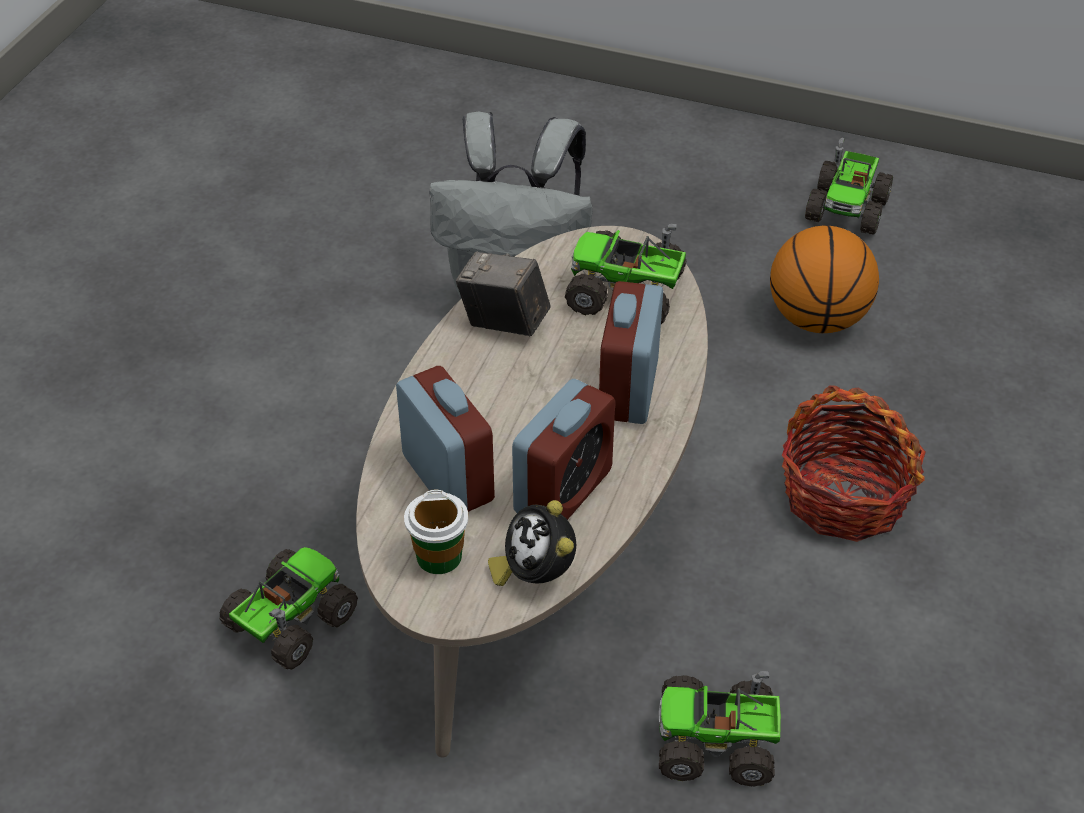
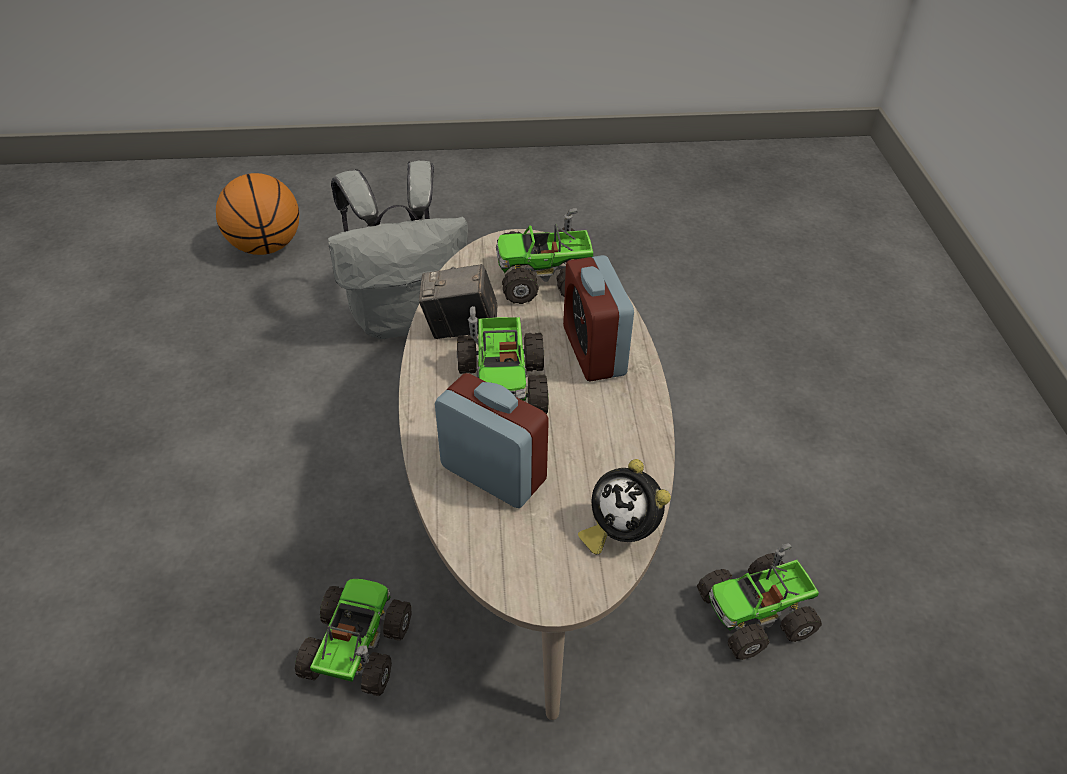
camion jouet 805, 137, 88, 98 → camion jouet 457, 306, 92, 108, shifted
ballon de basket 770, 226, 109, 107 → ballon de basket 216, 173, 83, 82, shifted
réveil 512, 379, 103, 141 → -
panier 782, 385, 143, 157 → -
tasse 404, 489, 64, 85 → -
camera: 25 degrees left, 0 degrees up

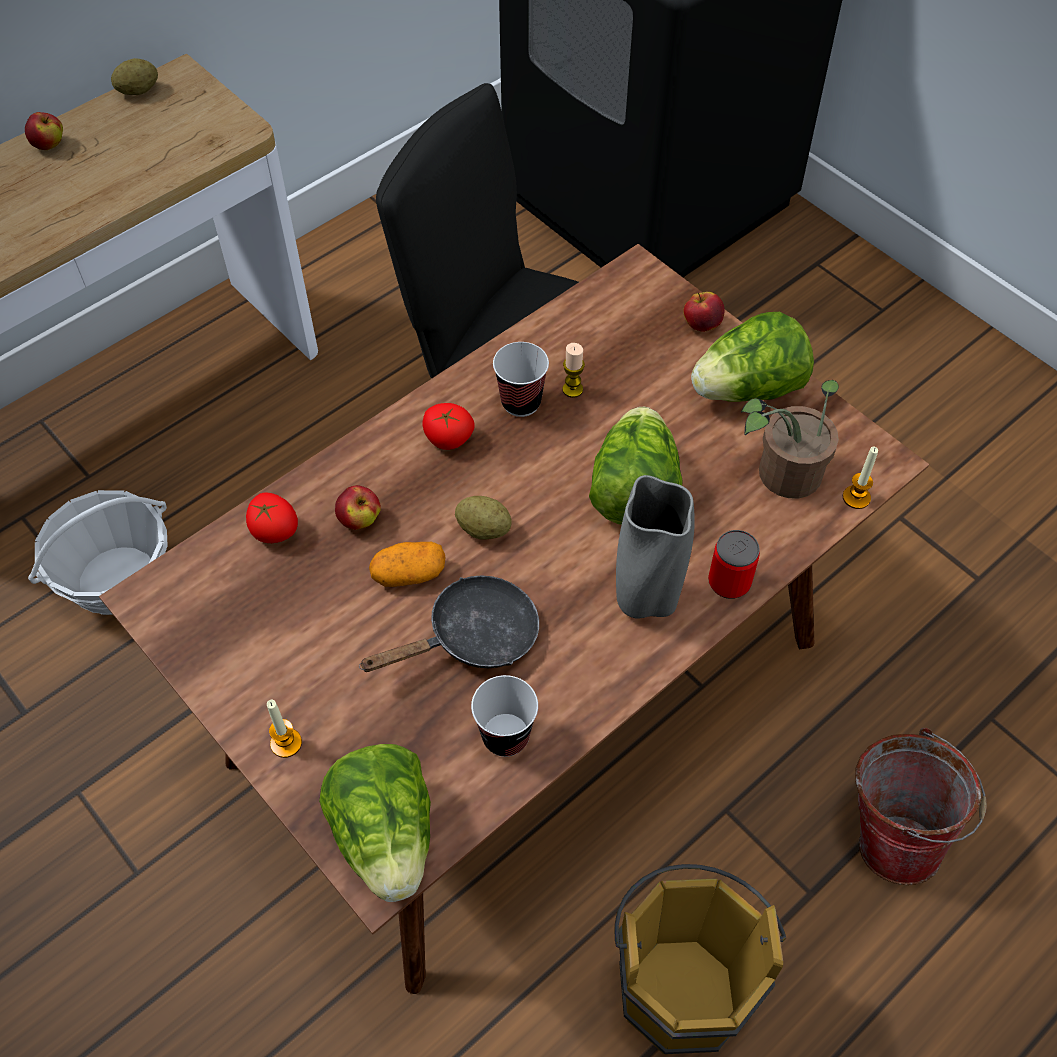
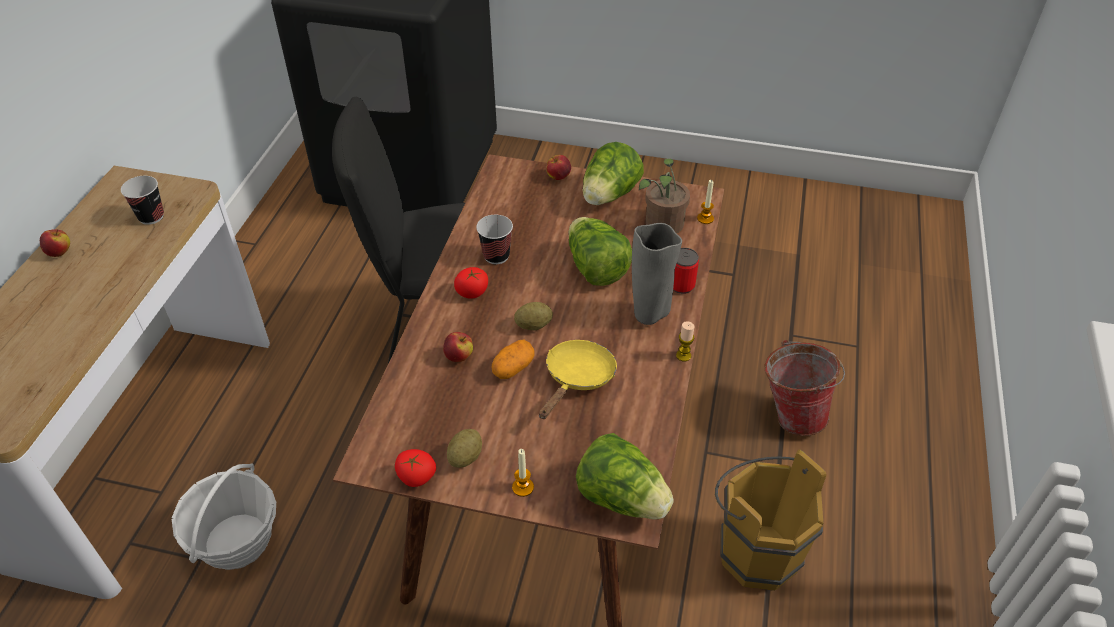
pomme de terre 111, 58, 47, 37 → pomme de terre 447, 429, 35, 39, shifted
bougie 562, 343, 23, 55 → bougie 676, 321, 18, 41, shifted
tomate 246, 493, 52, 50 → tomate 395, 449, 41, 38, shifted
poêle (noir) 359, 575, 180, 97 → poêle (jaune) 539, 340, 78, 79
tasse 471, 675, 67, 82 → tasse 121, 176, 43, 49, shifted
camera: 35 degrees left, 10 degrees down

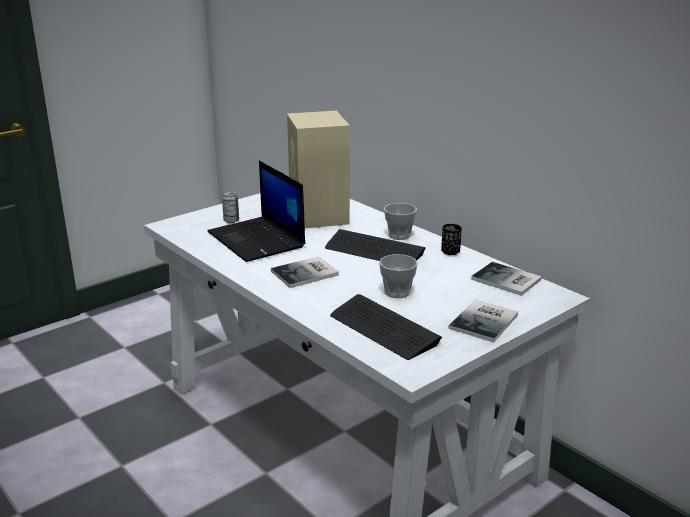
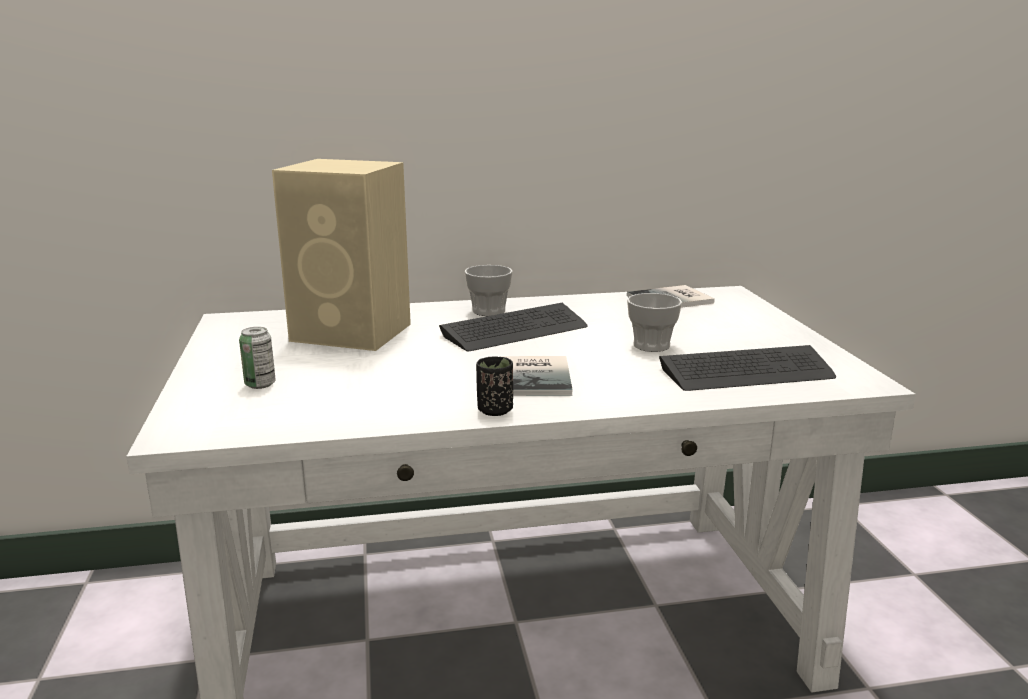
ordinateur portable 207, 161, 98, 101 → -
tasse (noir) 441, 224, 21, 31 → tasse (noir) 476, 357, 37, 59, shifted
livre 449, 300, 69, 42 → -
camera: 60 degrees left, 5 degrees down

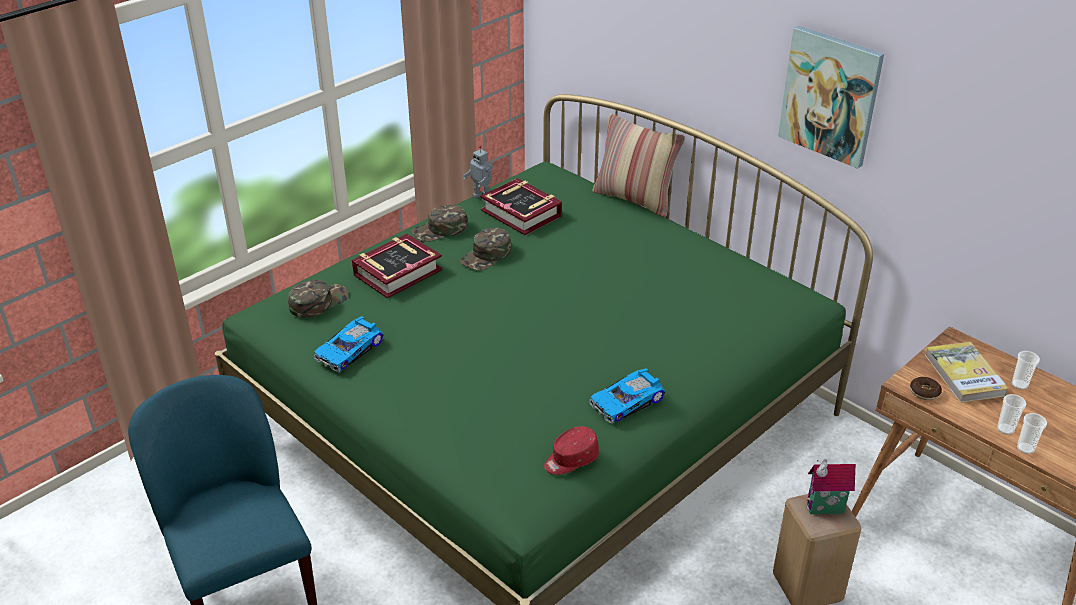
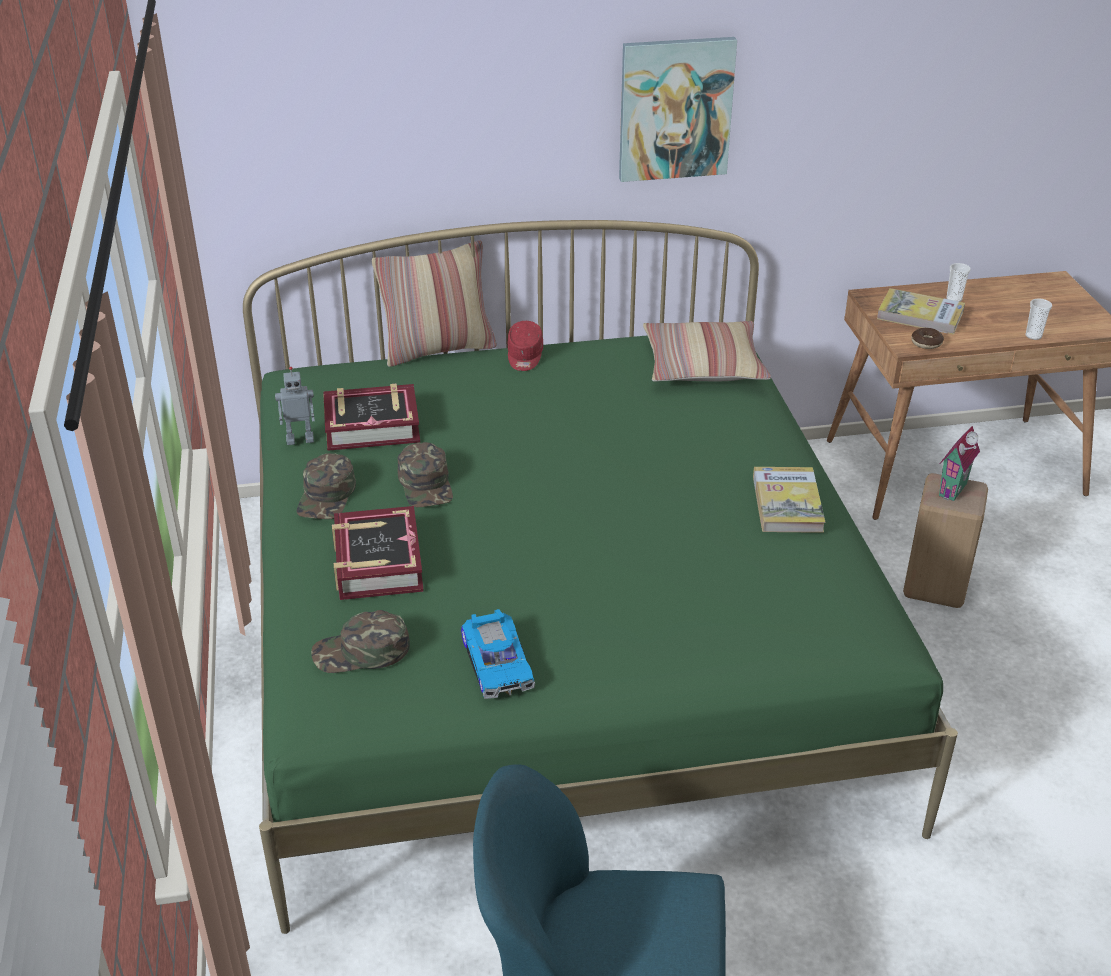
casquette (vert) 288, 280, 60, 37 → casquette (vert) 311, 610, 99, 63, 90 degrees counterclockwise
petite voiture 589, 368, 76, 56 → livre 753, 467, 72, 66
tasse 997, 394, 29, 41 → -
casquette (rouge) 544, 426, 55, 49 → casquette (rouge) 508, 321, 35, 50, shifted
- → coussin 643, 321, 128, 61
camera: 55 degrees left, 0 degrees up

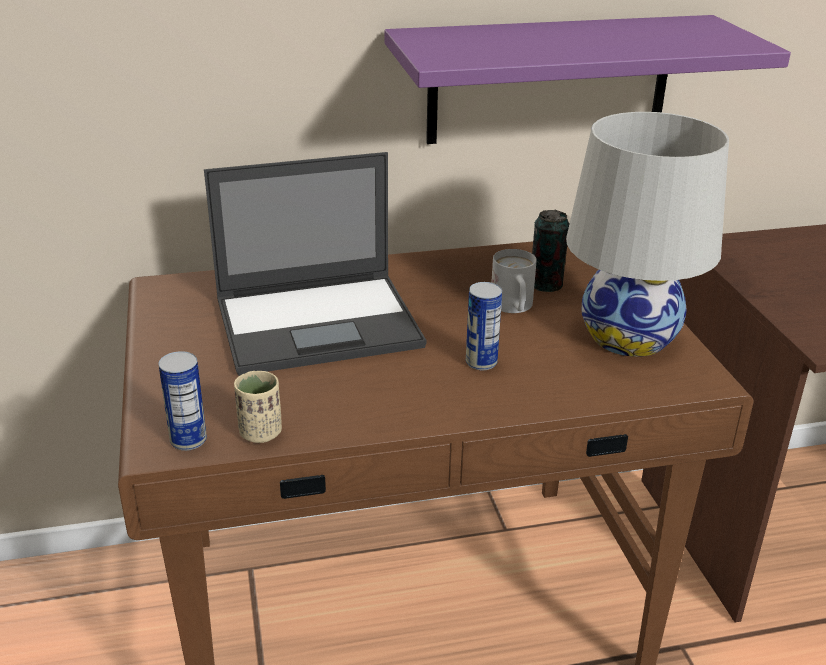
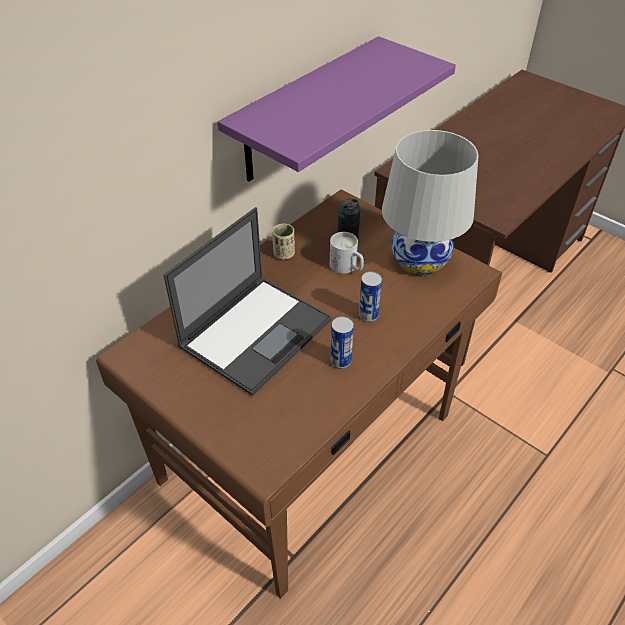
boîte métallique 158, 351, 49, 100 → boîte métallique 331, 317, 23, 52, shifted
tasse (beige) 234, 371, 48, 72 → tasse (beige) 272, 224, 23, 36, shifted
camera: 35 degrees left, 15 degrees up

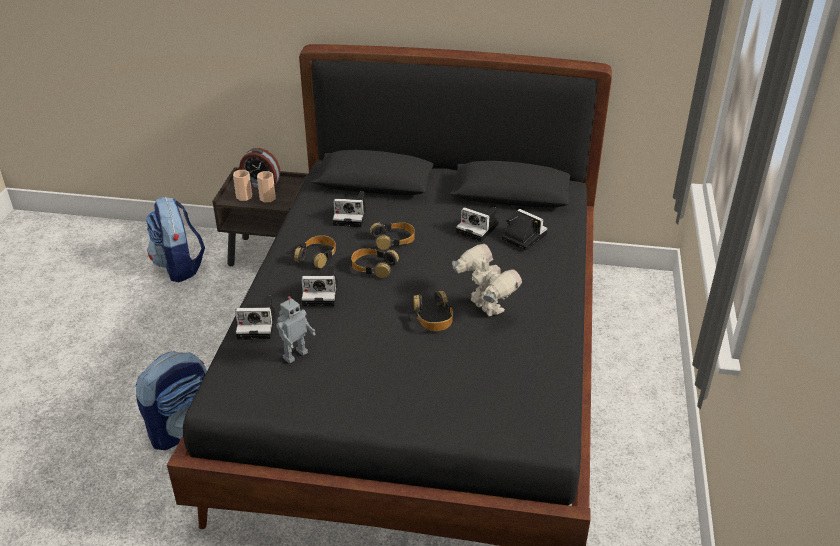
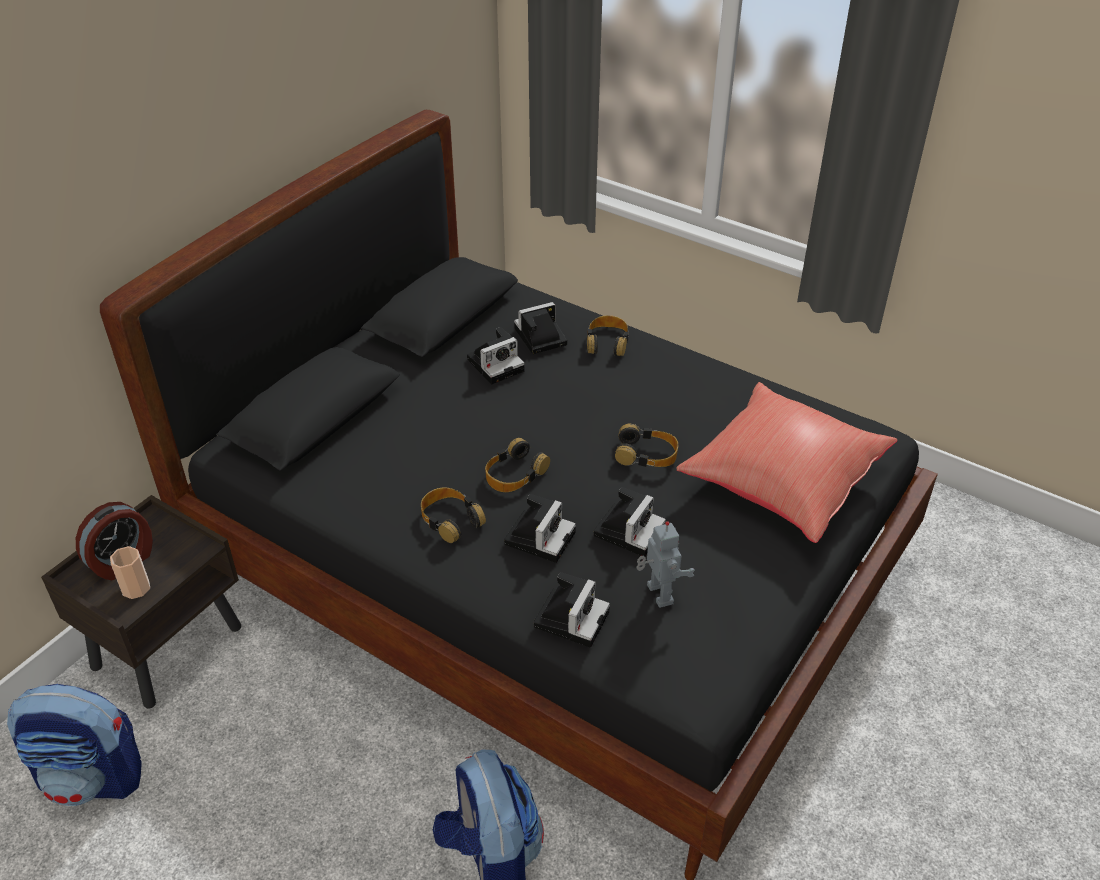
tasse 257, 171, 19, 31 → -
appareil photo 333, 192, 34, 35 → appareil photo 594, 487, 72, 69, shifted
casque audio 370, 223, 45, 27 → casque audio 587, 315, 42, 41, shifted
robot jouet 452, 244, 70, 72 → -
- → coussin (rouge) 676, 382, 221, 161
camera: 65 degrees left, 5 degrees up

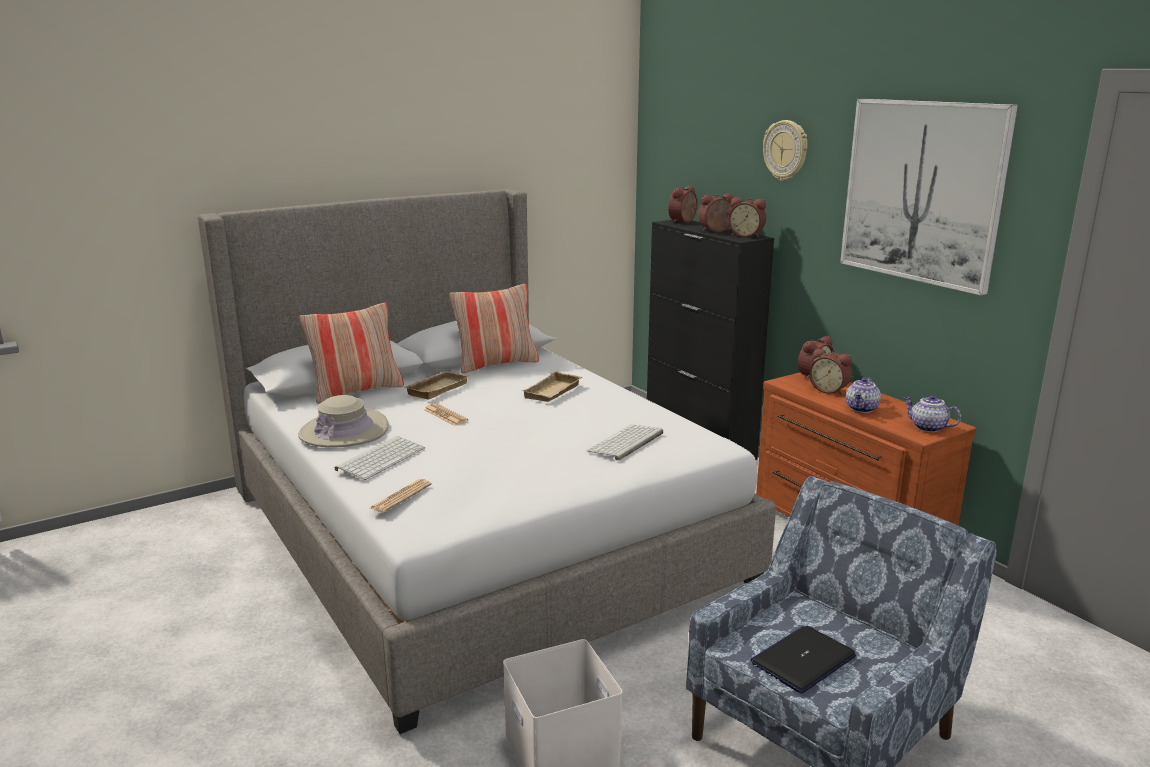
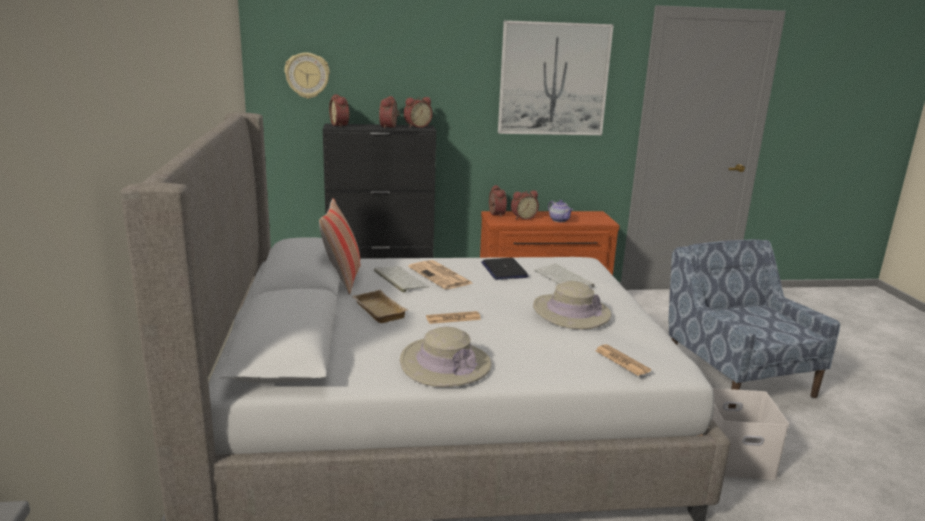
horloge murale 763, 120, 45, 61 → horloge murale 284, 52, 46, 47, shifted
coussin 299, 302, 105, 102 → -
plateau (beige) 522, 371, 60, 31 → journal 408, 260, 65, 29
théière 903, 395, 58, 37 → -
clavier 335, 436, 90, 44 → clavier 374, 266, 55, 26, shifted
ordinateur portable 751, 626, 105, 67 → ordinateur portable 481, 258, 47, 22, shifted
- → chapeau (beige) 533, 281, 79, 49
camera: 65 degrees left, 0 degrees up

